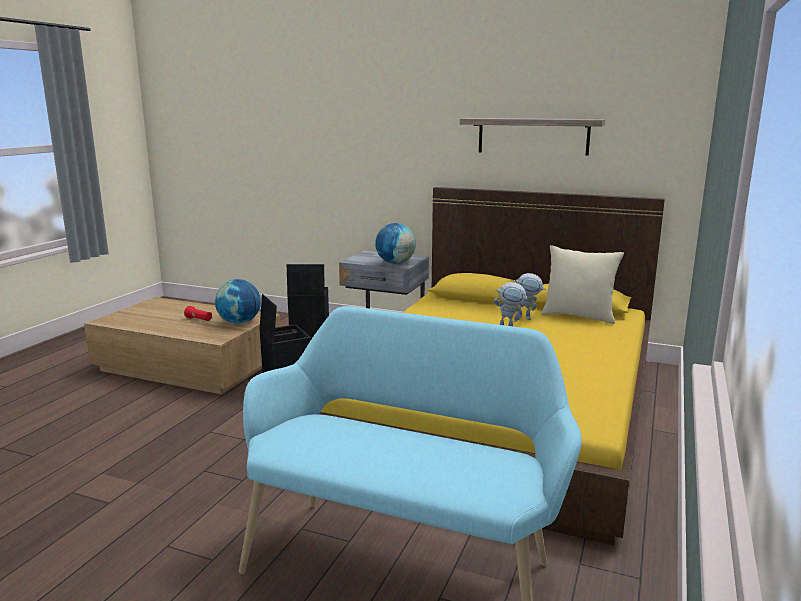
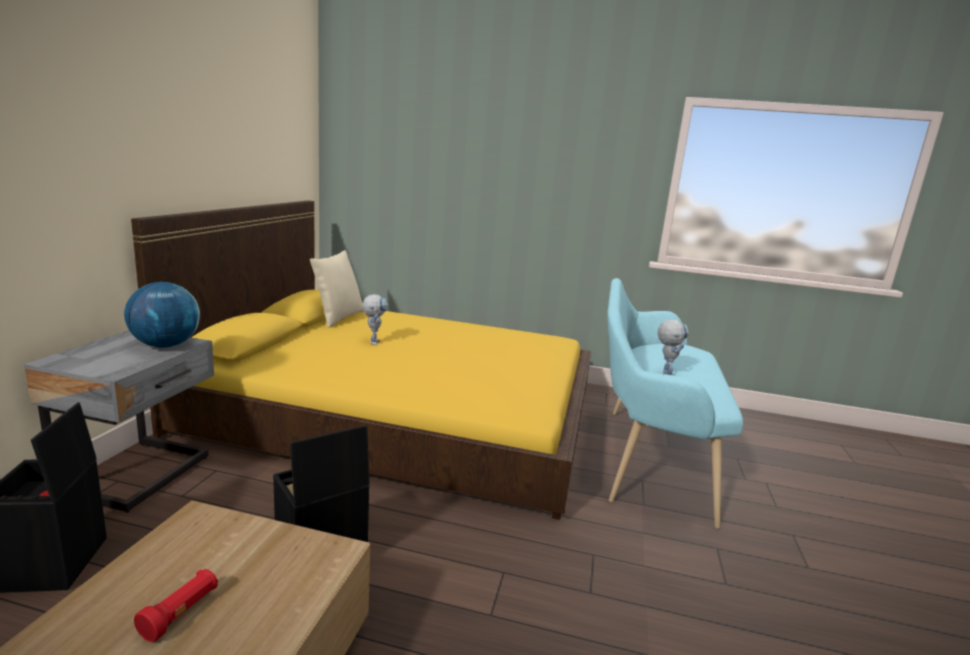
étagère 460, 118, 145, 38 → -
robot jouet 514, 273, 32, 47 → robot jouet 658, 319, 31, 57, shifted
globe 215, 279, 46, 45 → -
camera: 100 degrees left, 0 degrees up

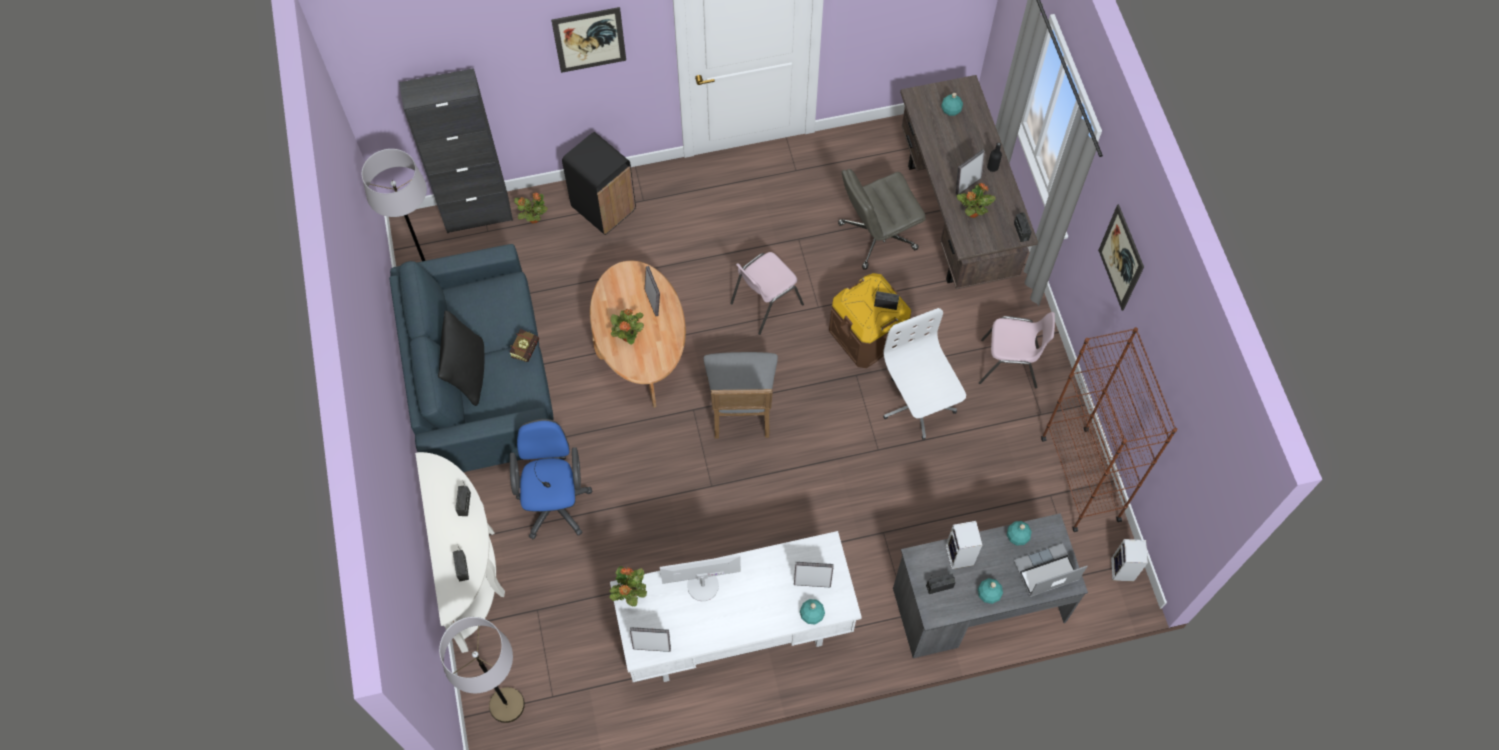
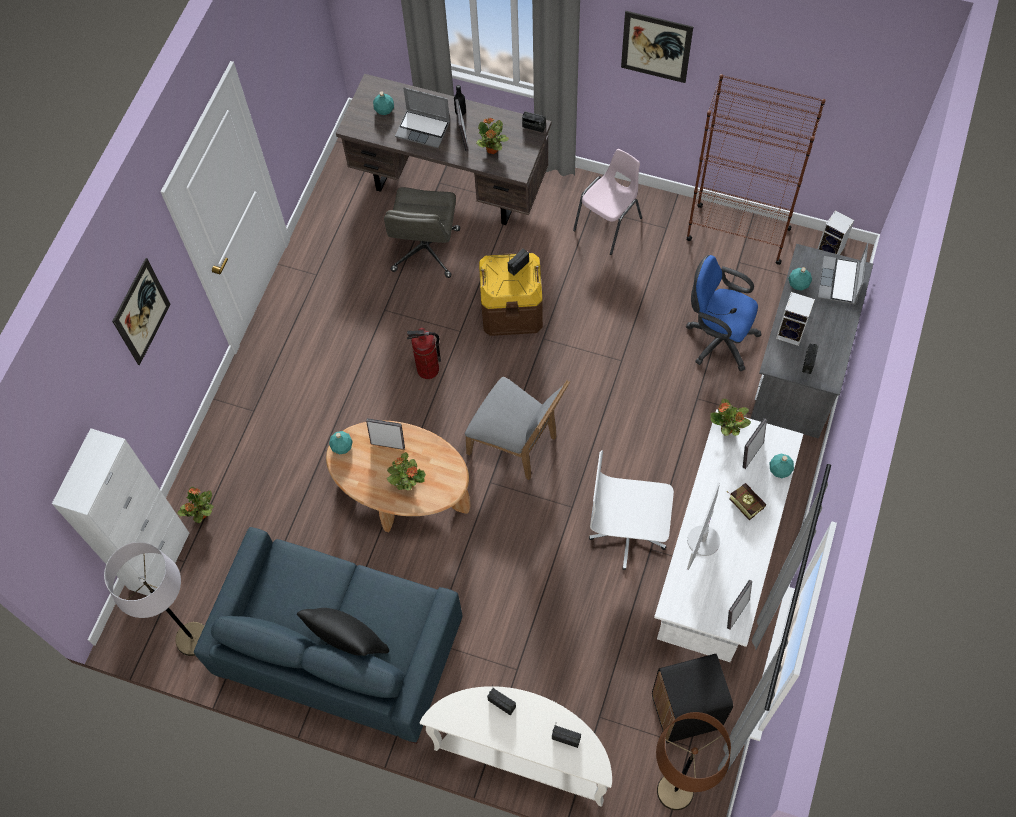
meuble de rangement (noir) 399, 68, 114, 165 → meuble de rangement (blanc) 52, 428, 138, 168
poubelle (noir) 562, 132, 74, 103 → poubelle (noir) 652, 654, 81, 89, shifted
chaise (rose) 730, 252, 74, 83 → extincteur 407, 328, 34, 51
chaise de bureau (blanc) 883, 308, 83, 132 → chaise de bureau (blanc) 589, 450, 85, 120, shifted
livre 509, 329, 30, 33 → livre 727, 483, 39, 37, shifted
chaise de bureau (bleu) 510, 419, 83, 120 → chaise de bureau (bleu) 686, 255, 75, 116, shifted
plante en pot 609, 566, 38, 41 → plante en pot 710, 399, 41, 37, shifted
bouteille (turquoise) 978, 578, 25, 26 → bouteille (turquoise) 329, 431, 24, 23, shifted
lampadaire (gris) 439, 617, 86, 106 → lampadaire (marron) 656, 712, 75, 98
- → ordinateur portable 395, 88, 55, 60
camera: 55 degrees left, 0 degrees up

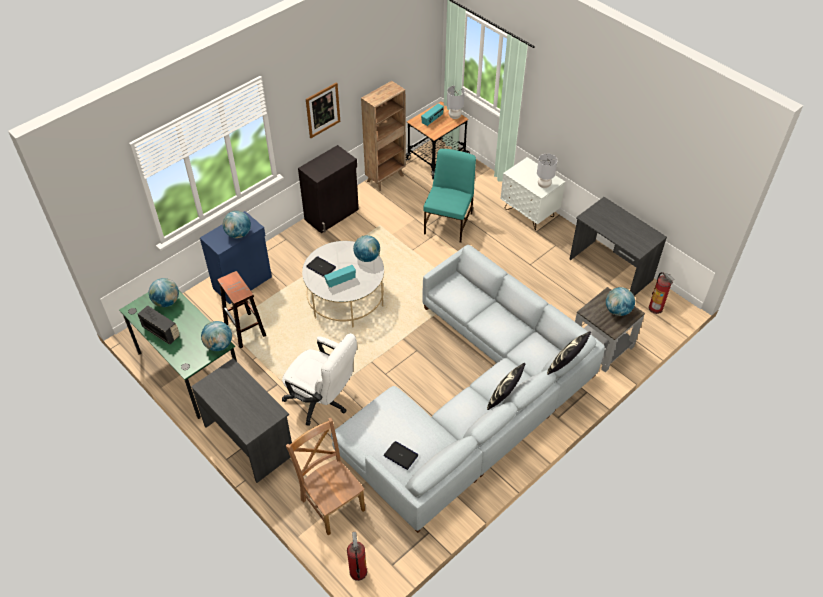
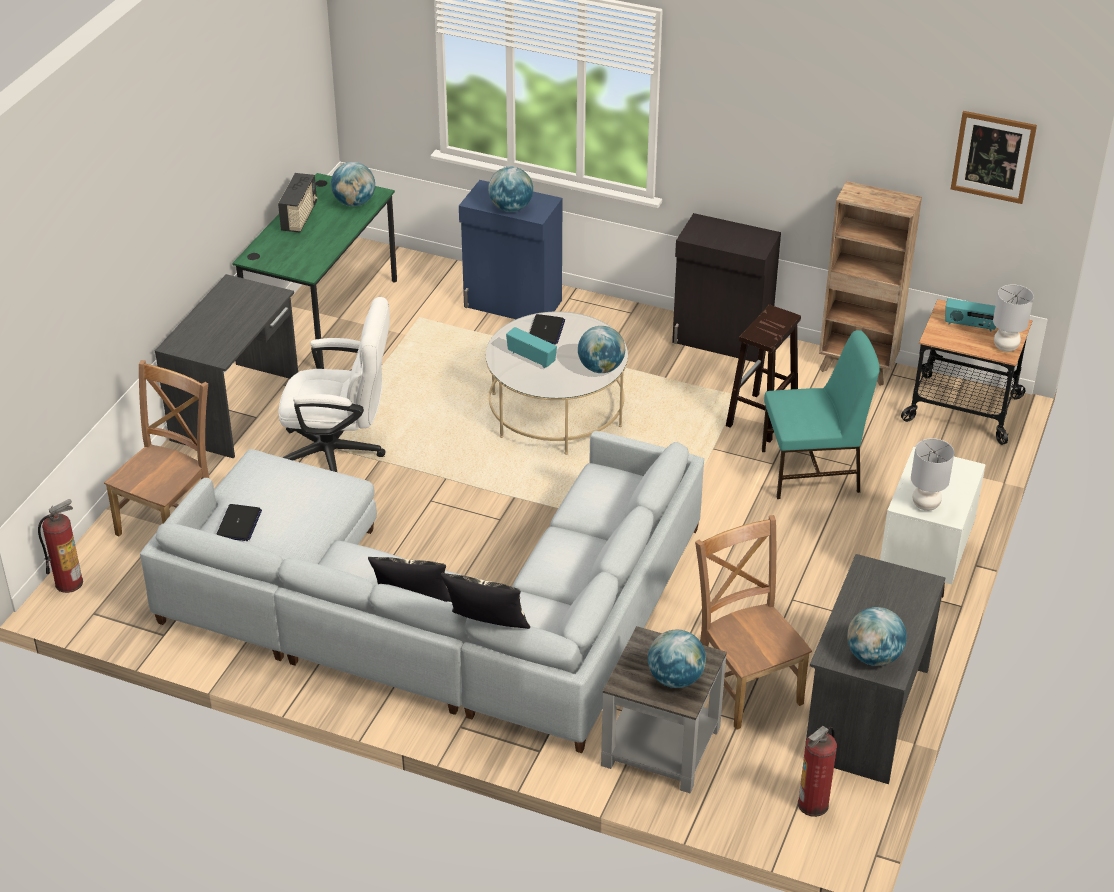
tableau 306, 82, 34, 56 → tableau 951, 111, 86, 93, shifted
tabouret (marron) 217, 271, 49, 78 → tabouret (marron) 726, 305, 75, 138, shifted
globe 201, 321, 31, 30 → globe 847, 607, 60, 59, shifted
chaise de bureau (blanc) 282, 333, 75, 93 → chaise de bureau (blanc) 278, 297, 112, 175, 90 degrees counterclockwise
- → chaise (marron) 695, 515, 117, 215
camera: 65 degrees right, 10 degrees down

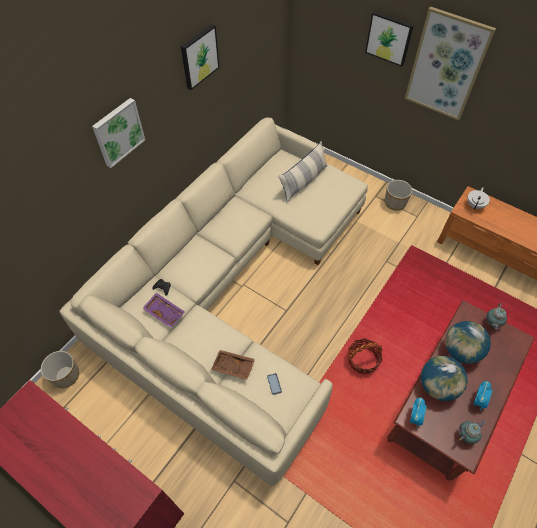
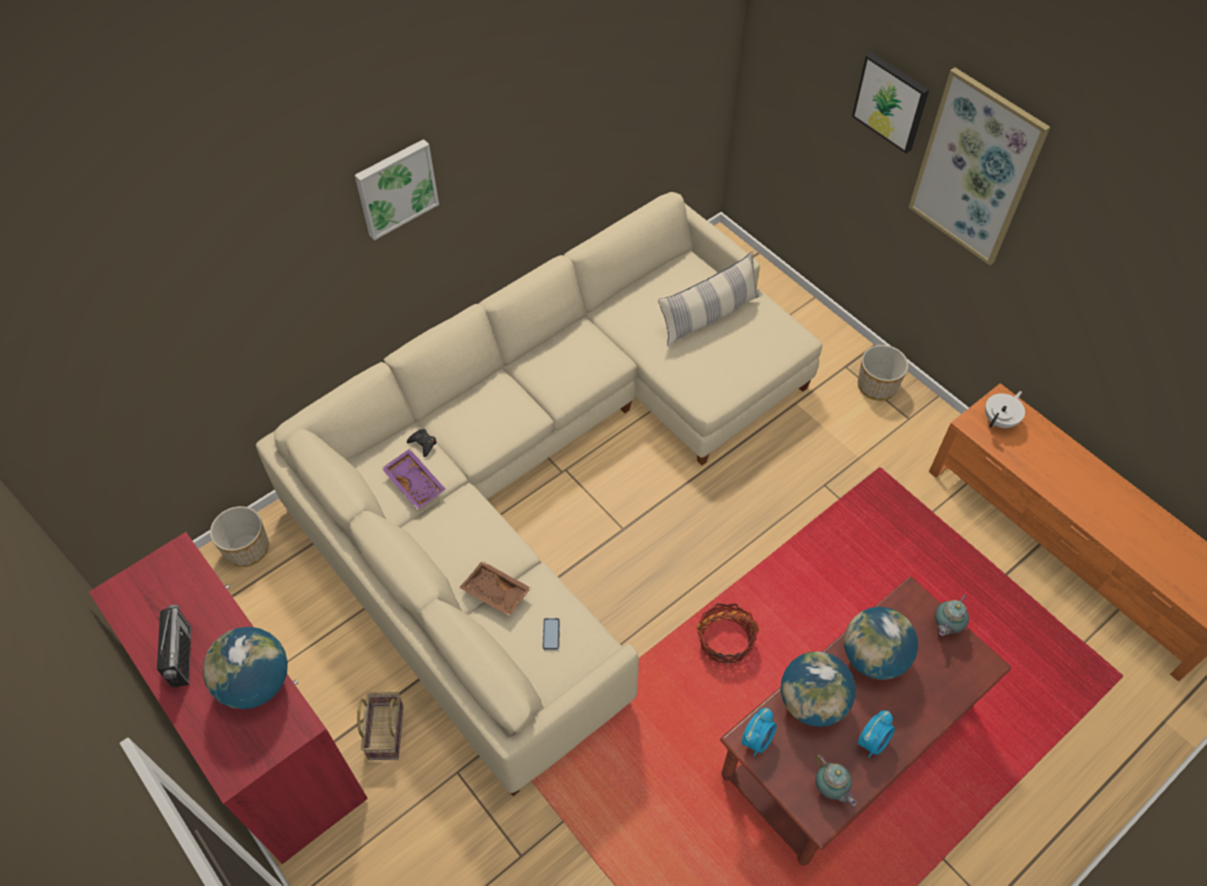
tableau 181, 24, 39, 66 → -
théière 458, 420, 28, 24 → théière 815, 755, 42, 51, 75 degrees clockwise
- → radio 157, 605, 34, 82
- → globe 203, 627, 85, 82
- → panier 357, 692, 47, 68
camera: 15 degrees right, 0 degrees up

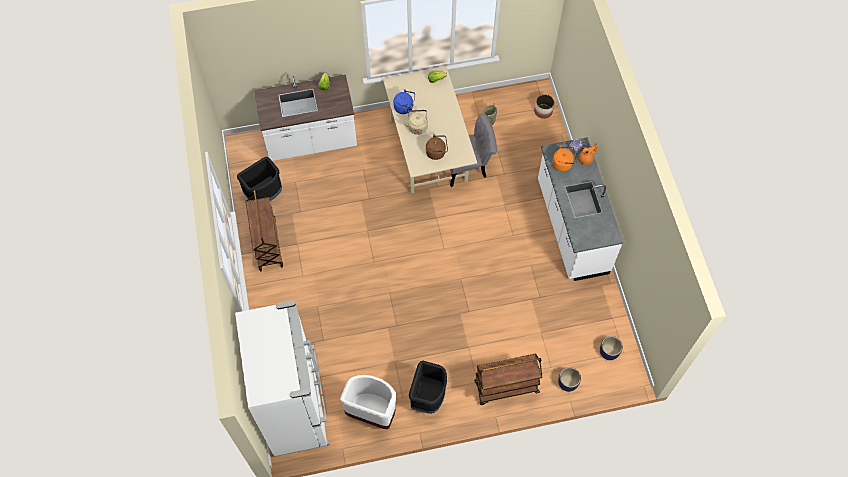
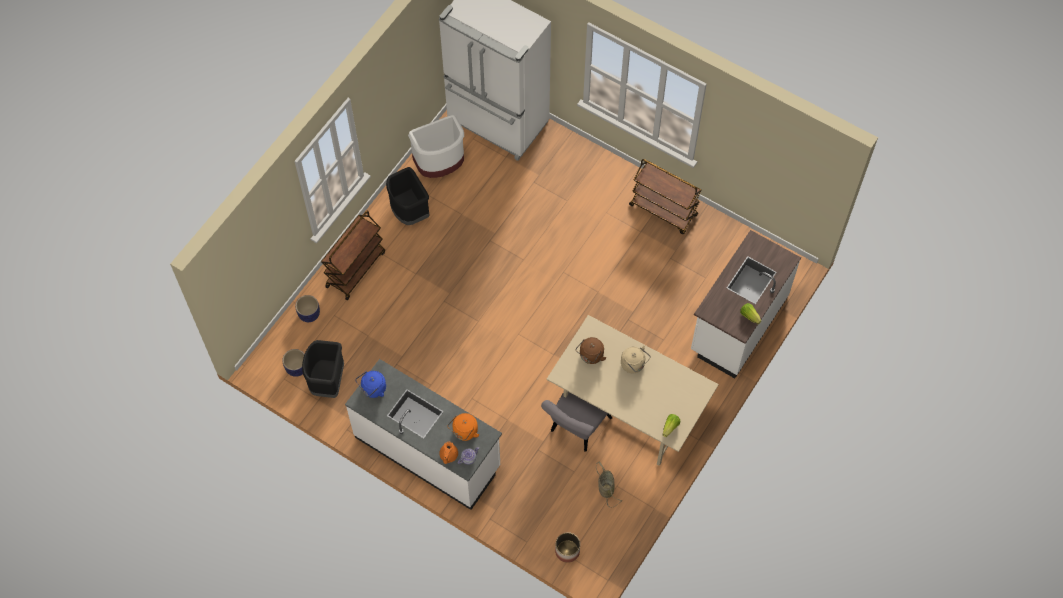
bouilloire (bleu) 393, 89, 22, 25 → bouilloire (bleu) 355, 371, 31, 27, shifted
poubelle (noir) 237, 157, 45, 44 → poubelle (noir) 302, 340, 42, 58, shifted
camera: 135 degrees right, 0 degrees up

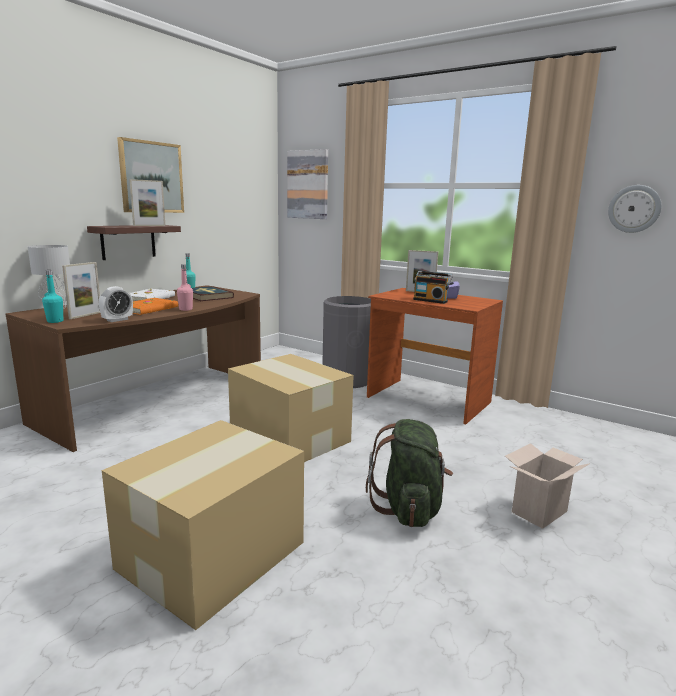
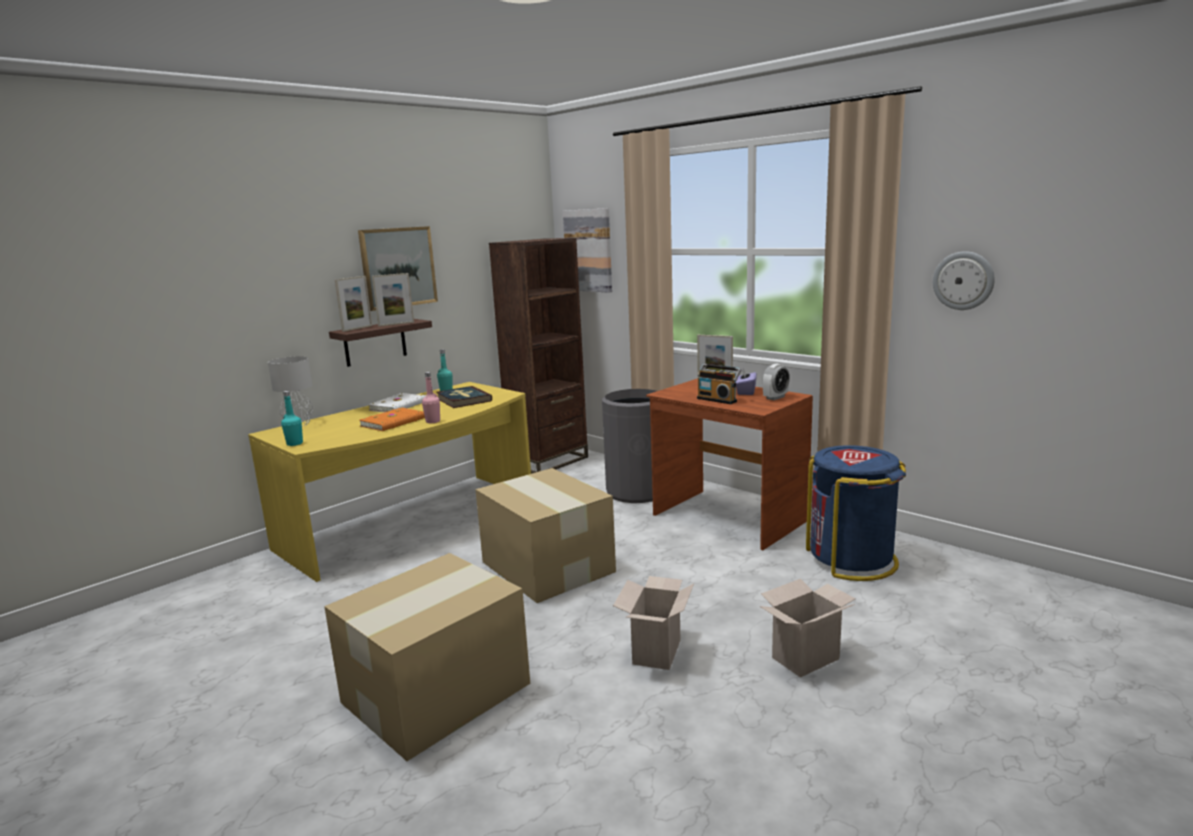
cadre photo 62, 262, 38, 57 → cadre photo 335, 276, 37, 56, shifted
bureau (marron) 5, 285, 256, 167 → bureau (jaune) 248, 382, 283, 200
réveil 99, 286, 34, 36 → réveil 762, 363, 28, 37, shifted
sac à dos (vert) 366, 419, 87, 108 → carton 613, 576, 81, 94
- → bibliothèque (marron) 489, 238, 99, 236
- → poubelle (bleu) 806, 445, 100, 136
camera: 10 degrees right, 0 degrees up

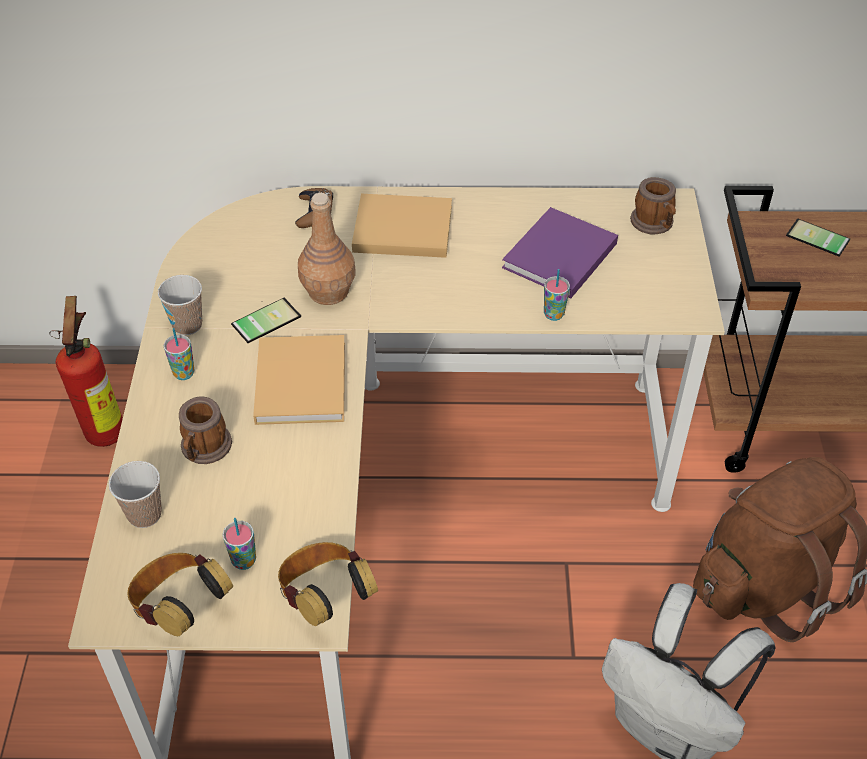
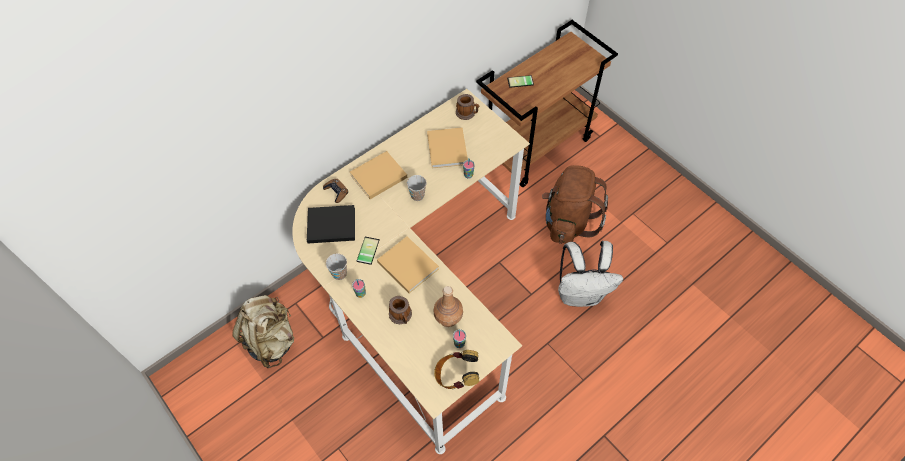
bouteille (marron) 298, 193, 57, 112 → bouteille (marron) 434, 286, 29, 41, shifted
livre (violet) 502, 207, 116, 91 → livre (beige) 427, 127, 41, 41
extincteur 49, 296, 74, 151 → sac à dos (beige) 232, 295, 62, 73
tasse 109, 461, 53, 67 → tasse 407, 175, 20, 26, shifted
casque audio 278, 542, 100, 84 → -
- → livre (noir) 307, 205, 48, 39
camera: 40 degrees left, 10 degrees up

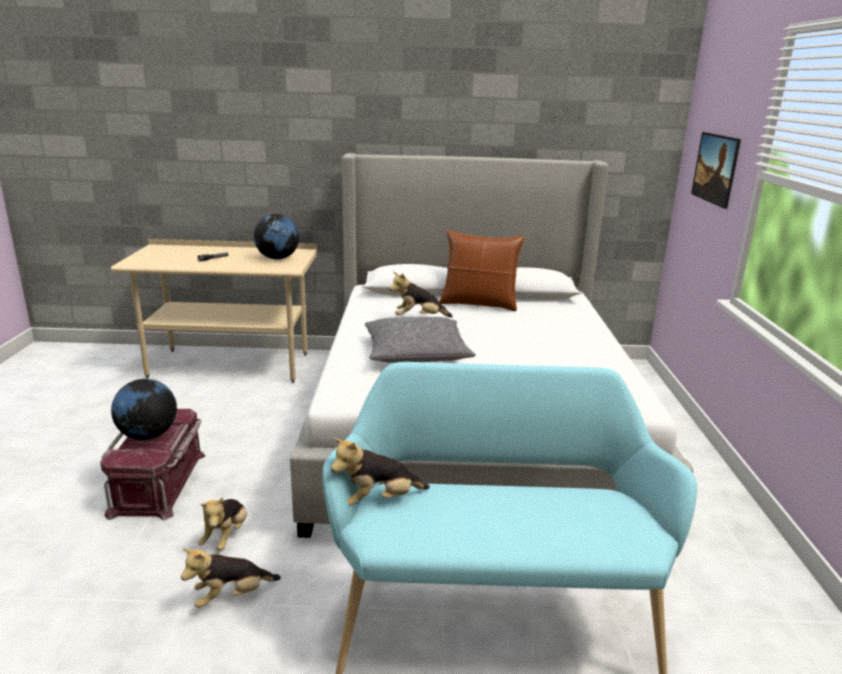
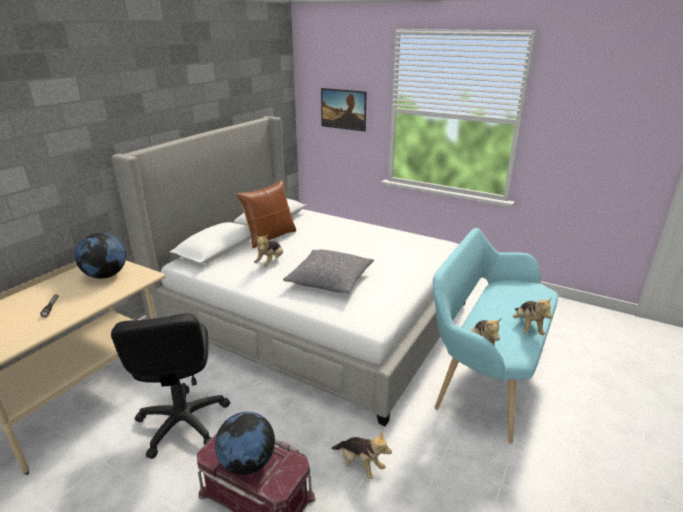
peluche 181, 548, 100, 60 → peluche 513, 297, 39, 38, shifted
- → chaise de bureau (noir) 111, 313, 119, 146
camera: 60 degrees left, 5 degrees up

